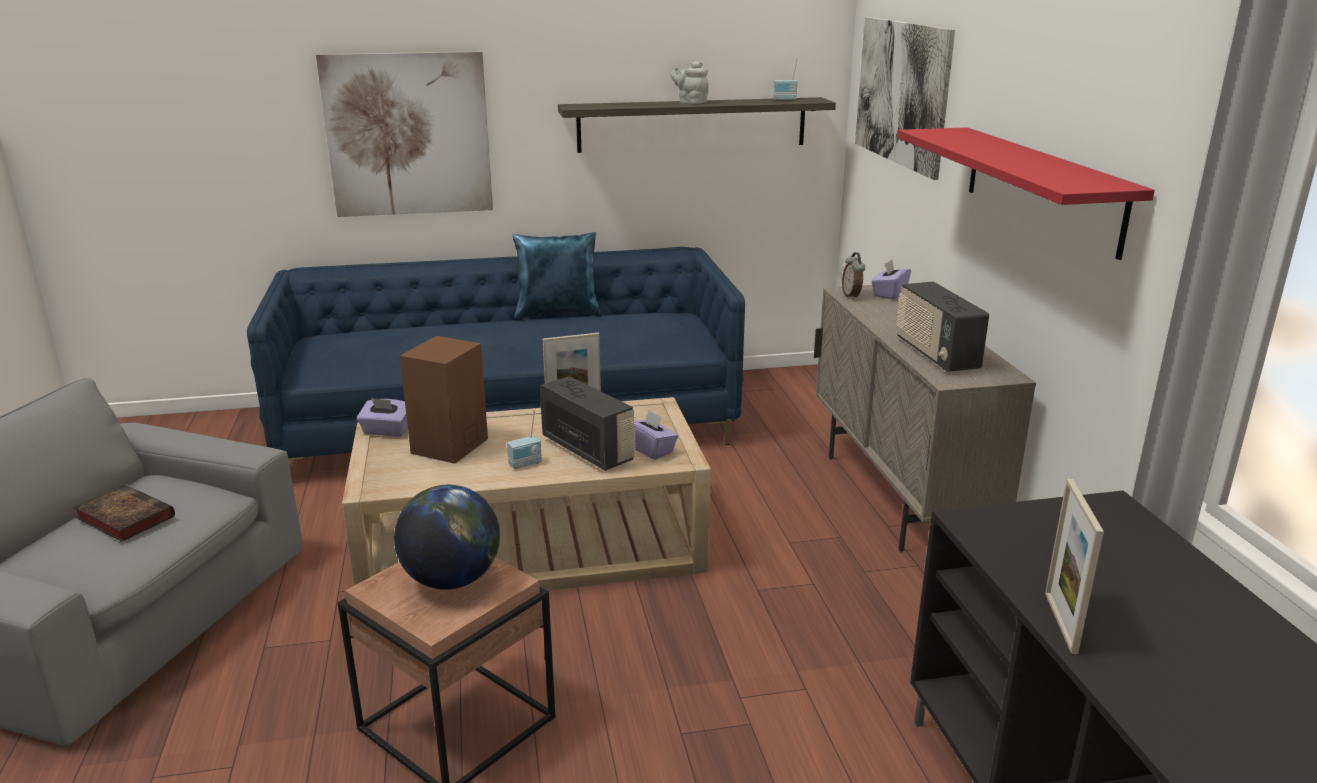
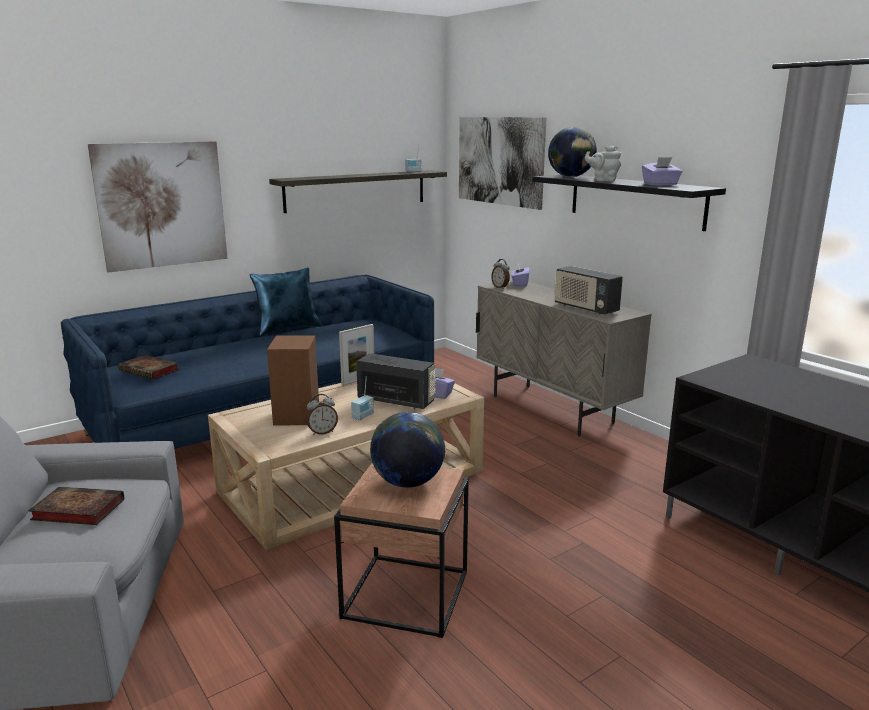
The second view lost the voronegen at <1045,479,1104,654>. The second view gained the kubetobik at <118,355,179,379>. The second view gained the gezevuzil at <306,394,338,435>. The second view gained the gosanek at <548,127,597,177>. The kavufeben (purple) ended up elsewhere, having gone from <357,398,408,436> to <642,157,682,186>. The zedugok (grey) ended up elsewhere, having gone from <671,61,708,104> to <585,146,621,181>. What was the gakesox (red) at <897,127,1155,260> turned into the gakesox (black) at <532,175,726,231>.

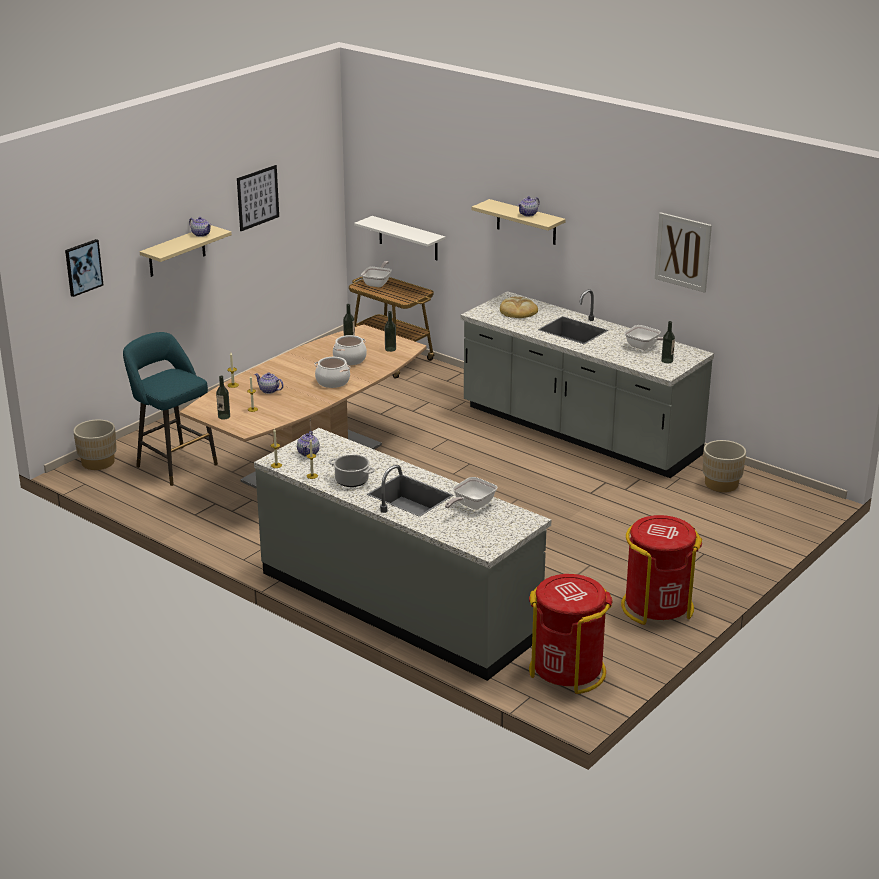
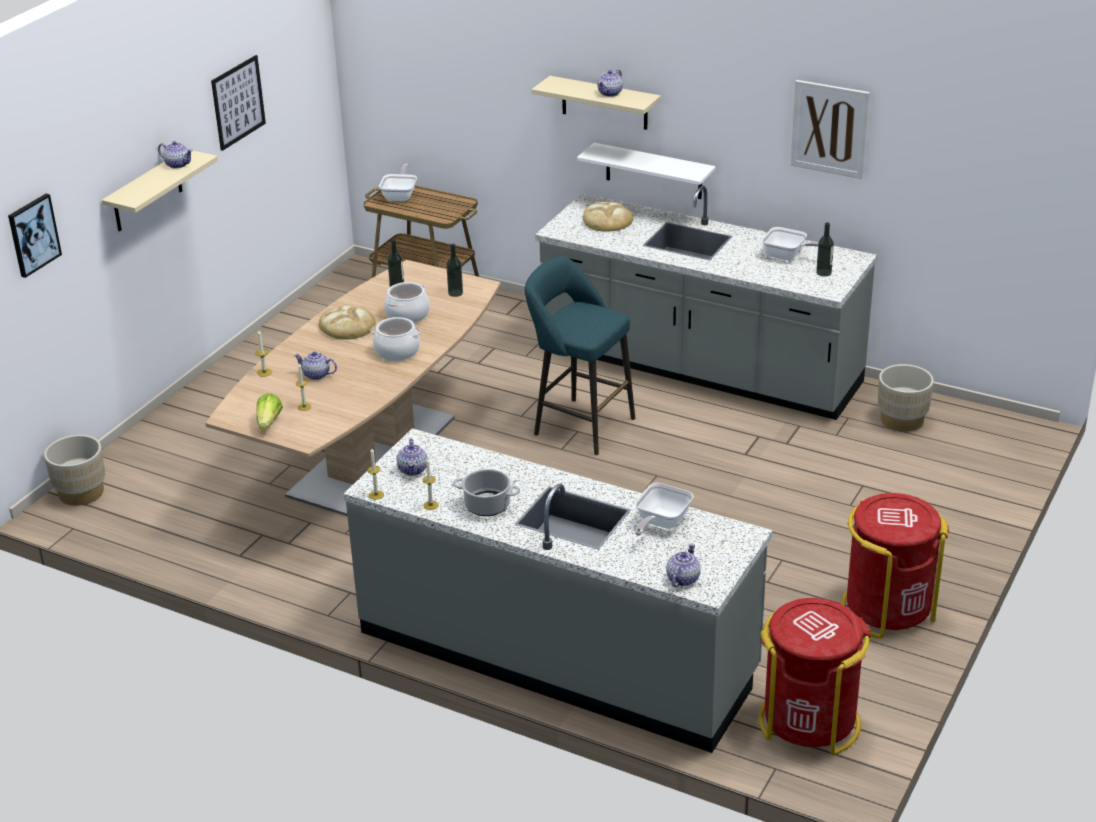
The second view gained the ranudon at <318,306,376,340>. The second view gained the zedugok at <666,544,701,587>. The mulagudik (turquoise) ended up elsewhere, having gone from <123,332,218,486> to <525,257,635,455>. The gakesox (white) ended up elsewhere, having gone from <354,216,445,260> to <577,143,716,199>. Where the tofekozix stood at <216,376,230,420>, the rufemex came to stand at <257,393,283,431>.

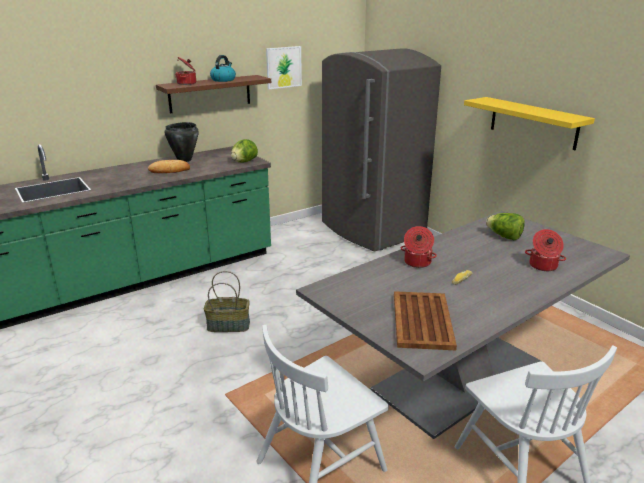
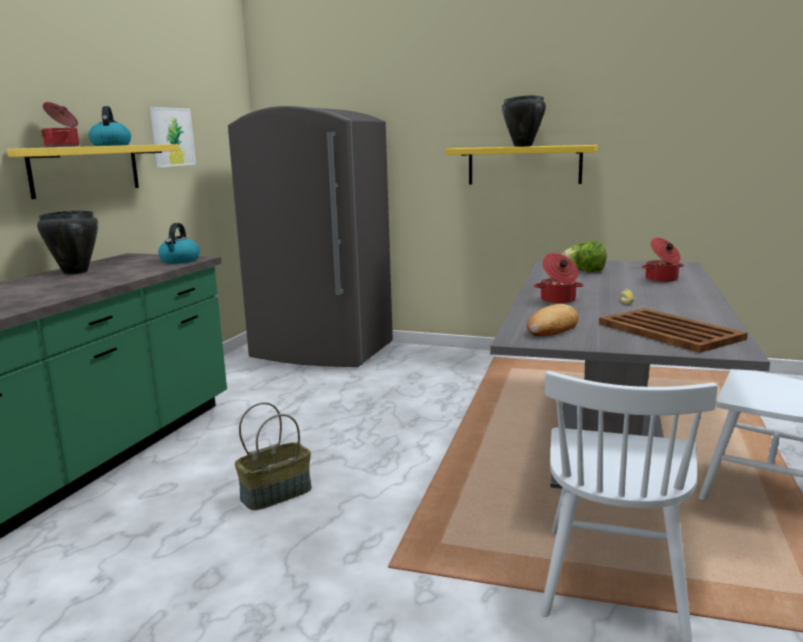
The second view gained the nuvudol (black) at <502,95,546,147>. The ranudon ended up elsewhere, having gone from <148,160,190,173> to <527,304,579,336>. Where the rufemex stood at <231,139,258,163>, the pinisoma came to stand at <158,223,200,264>. What was the gakesox (brown) at <156,75,271,113> turned into the gakesox (yellow) at <7,144,179,199>.

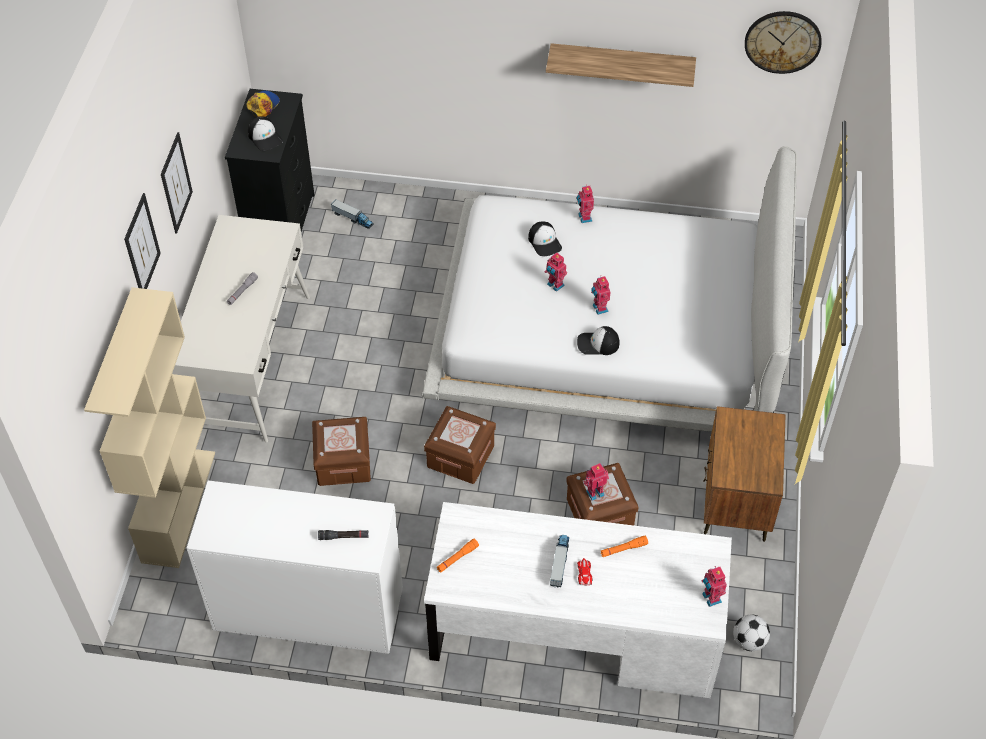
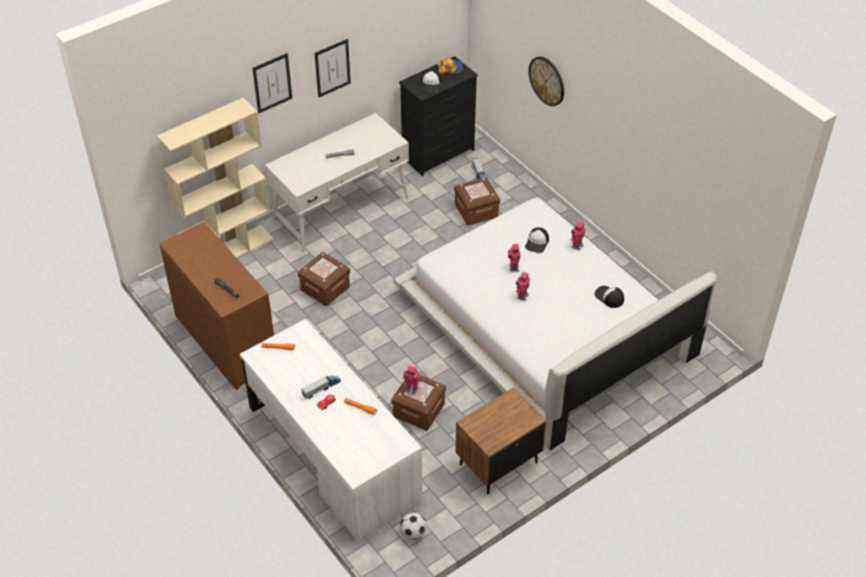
The second view lost the gakesox at <546,43,696,87>. The second view lost the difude at <702,566,727,607>. The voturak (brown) ended up elsewhere, having gone from <424,406,496,484> to <454,177,500,226>. The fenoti ended up elsewhere, having gone from <577,326,619,355> to <594,286,624,308>. The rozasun ended up elsewhere, having gone from <745,11,822,74> to <528,57,564,106>. What was the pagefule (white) at <187,480,403,654> turned into the pagefule (brown) at <159,222,274,390>.

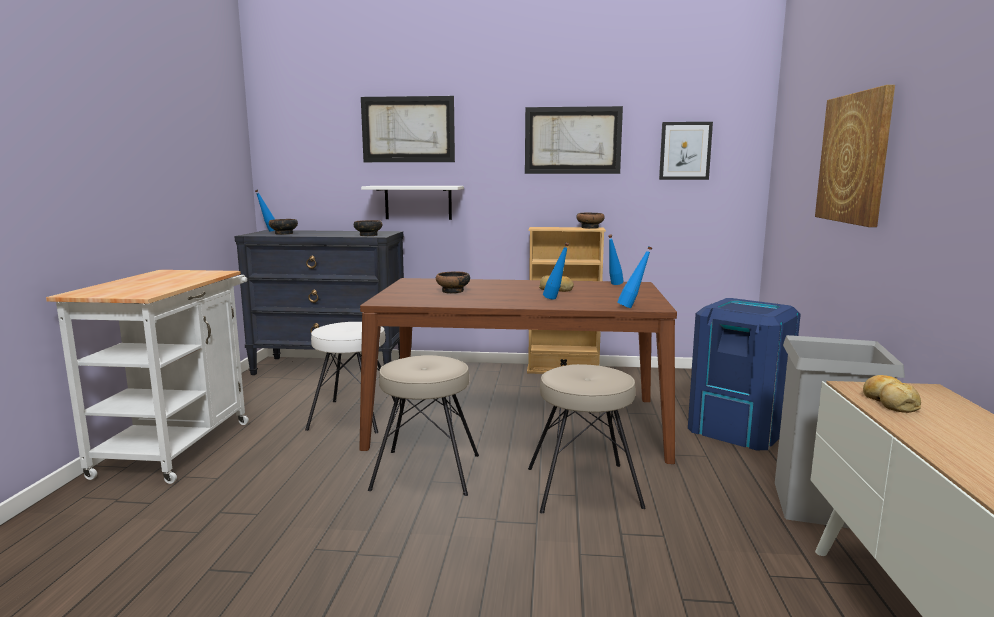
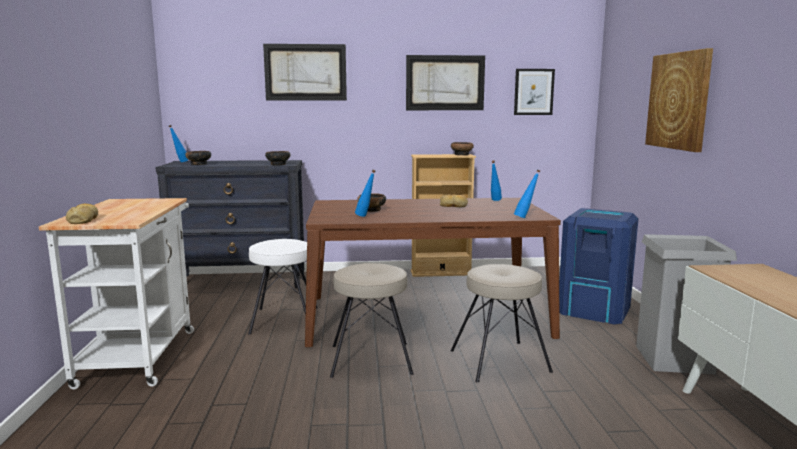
The second view lost the gakesox (white) at <361,186,464,220>. The tofekozix (blue) ended up elsewhere, having gone from <543,243,569,300> to <355,170,375,217>. The ranudon ended up elsewhere, having gone from <863,375,921,413> to <66,204,98,224>.

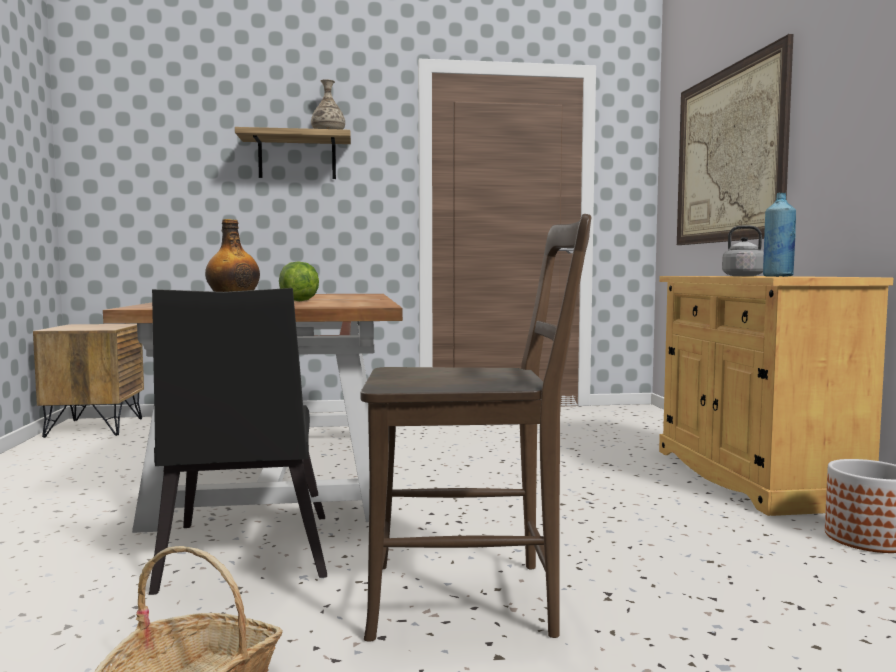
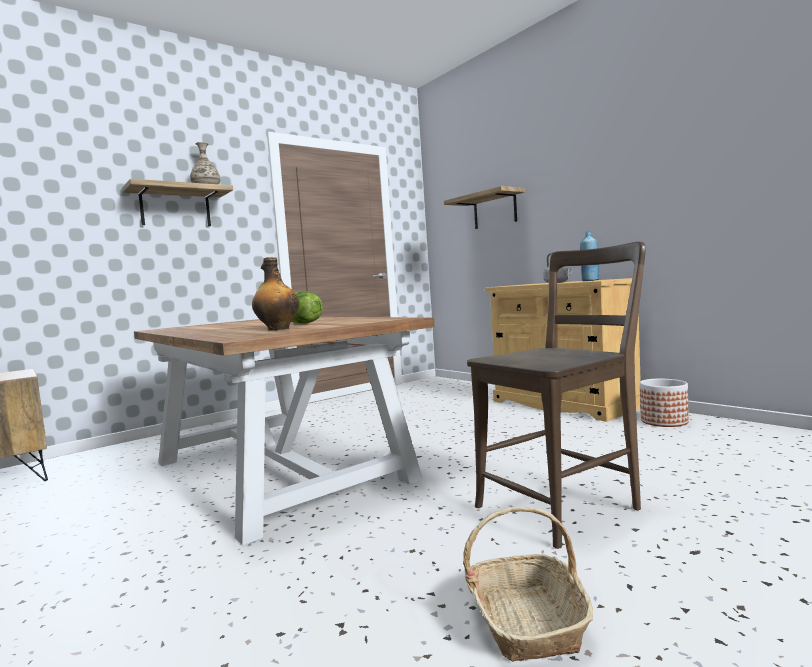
The second view lost the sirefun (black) at <149,288,327,595>. Where the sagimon hung at <677,34,793,245>, the gakesox came to hang at <444,186,525,229>.

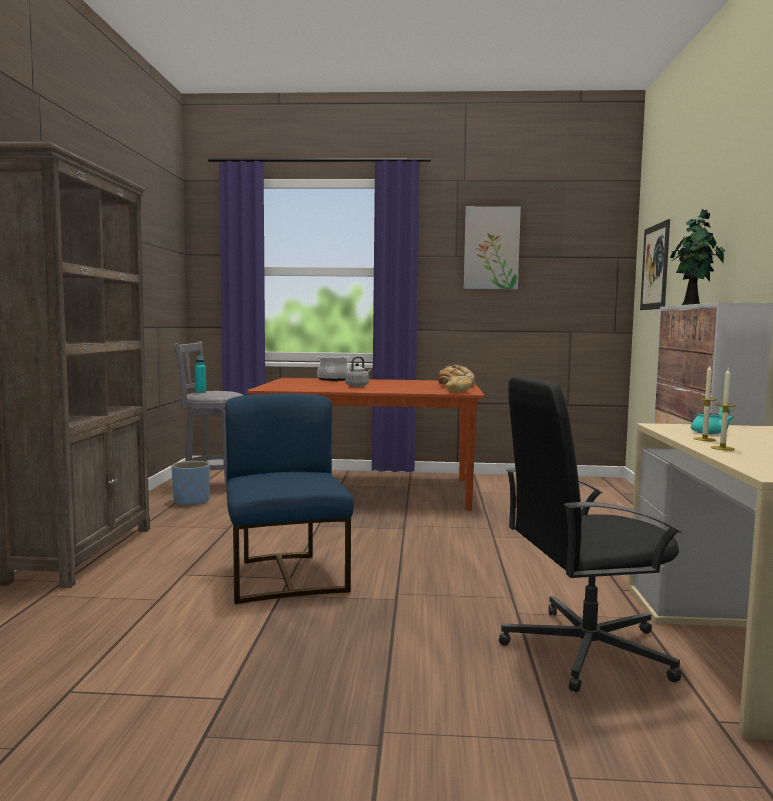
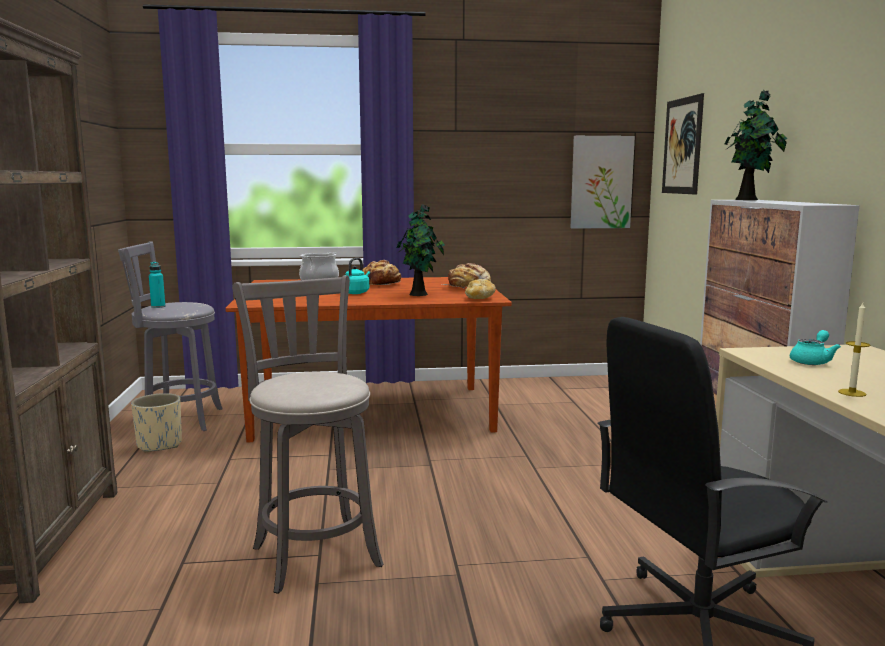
The second view lost the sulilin at <694,366,717,441>. The second view gained the ranudon at <363,260,401,285>. The second view gained the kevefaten at <397,204,445,296>. The sagimon ended up elsewhere, having gone from <464,206,521,289> to <571,136,635,229>. Where the sirefun (blue) stood at <225,394,354,604>, the mulagudik (grey) came to stand at <232,275,384,594>. What was the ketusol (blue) at <172,461,210,506> turned into the ketusol (beige) at <131,393,182,452>. What was the pinisoma (grey) at <345,356,371,387> turned into the pinisoma (turquoise) at <345,258,370,294>.

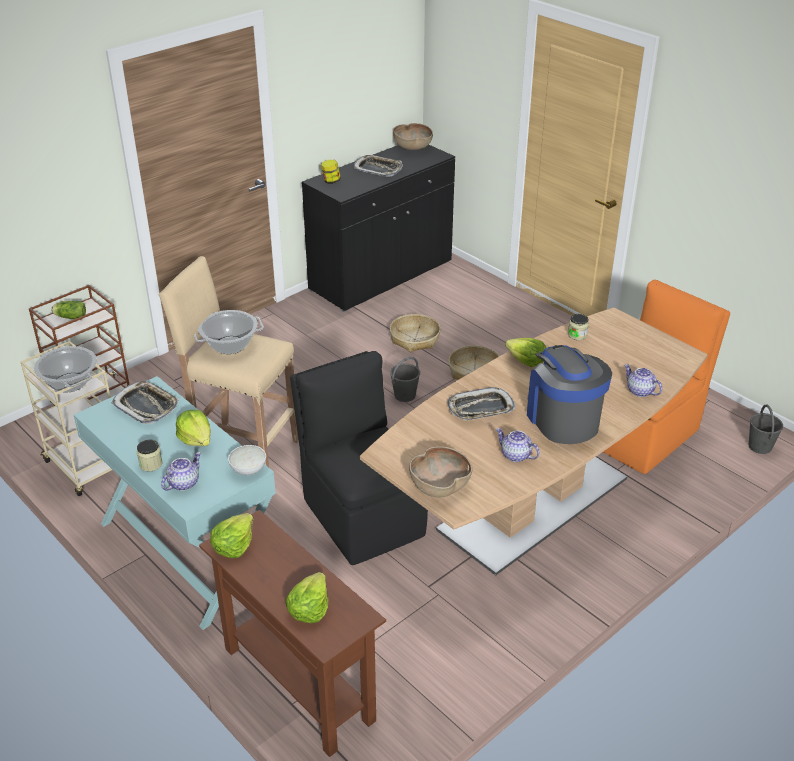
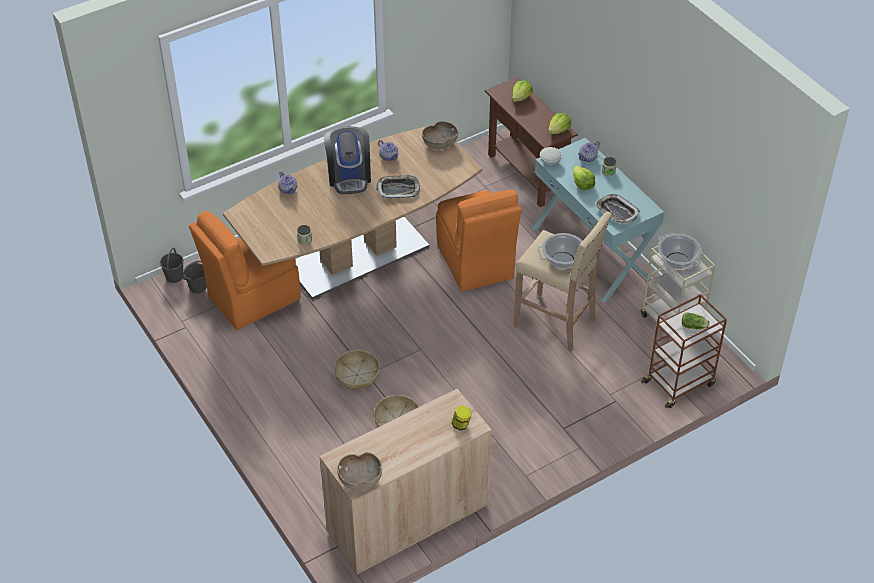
The second view lost the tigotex at <354,155,403,177>. The second view lost the rufemex at <505,338,546,367>. The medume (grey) ended up elsewhere, having gone from <390,357,420,402> to <183,260,207,293>. What was the sirefun (black) at <290,351,428,565> turned into the sirefun (orange) at <436,190,521,291>. What was the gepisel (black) at <302,145,455,312> turned into the gepisel (beige) at <320,389,492,575>.

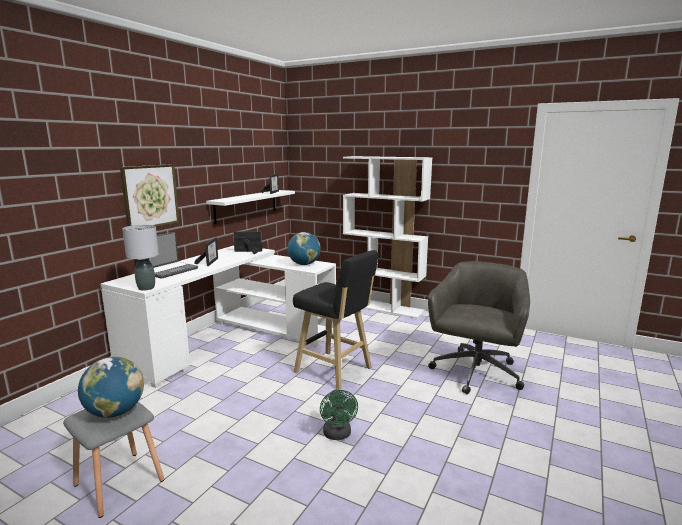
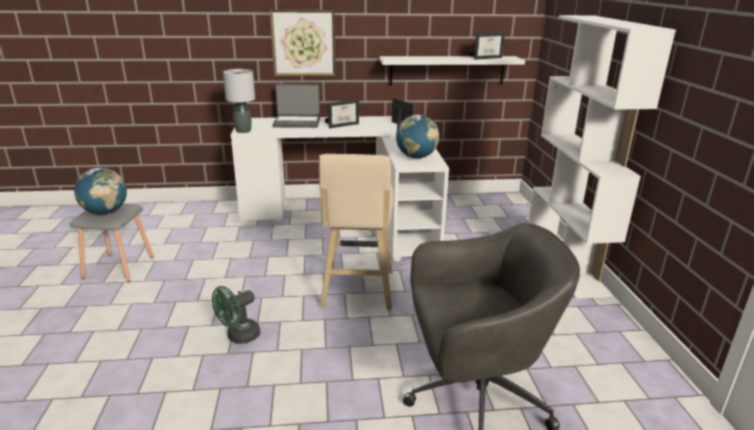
What was the mulagudik (black) at <293,250,379,390> turned into the mulagudik (beige) at <319,154,393,310>.

